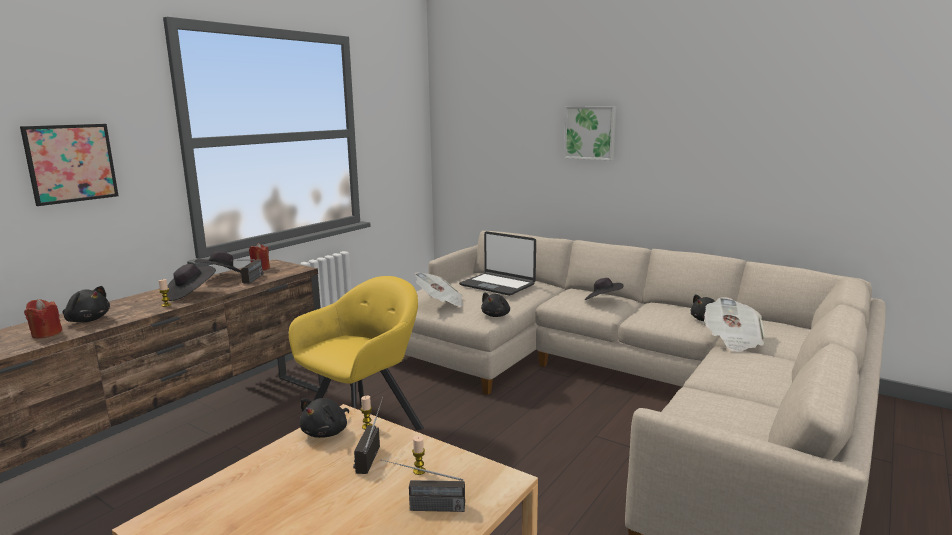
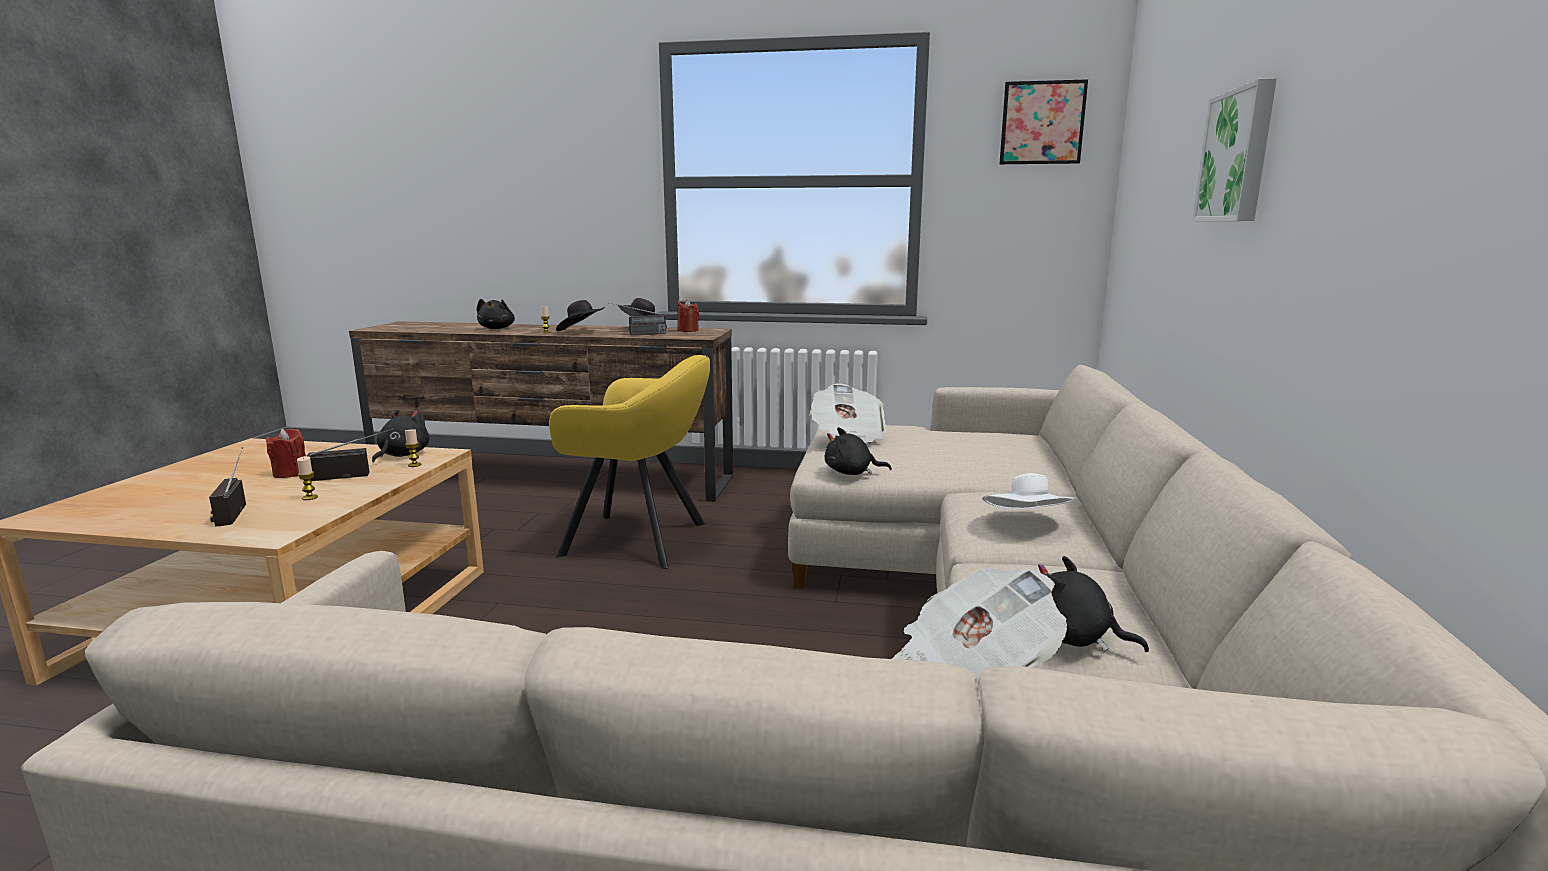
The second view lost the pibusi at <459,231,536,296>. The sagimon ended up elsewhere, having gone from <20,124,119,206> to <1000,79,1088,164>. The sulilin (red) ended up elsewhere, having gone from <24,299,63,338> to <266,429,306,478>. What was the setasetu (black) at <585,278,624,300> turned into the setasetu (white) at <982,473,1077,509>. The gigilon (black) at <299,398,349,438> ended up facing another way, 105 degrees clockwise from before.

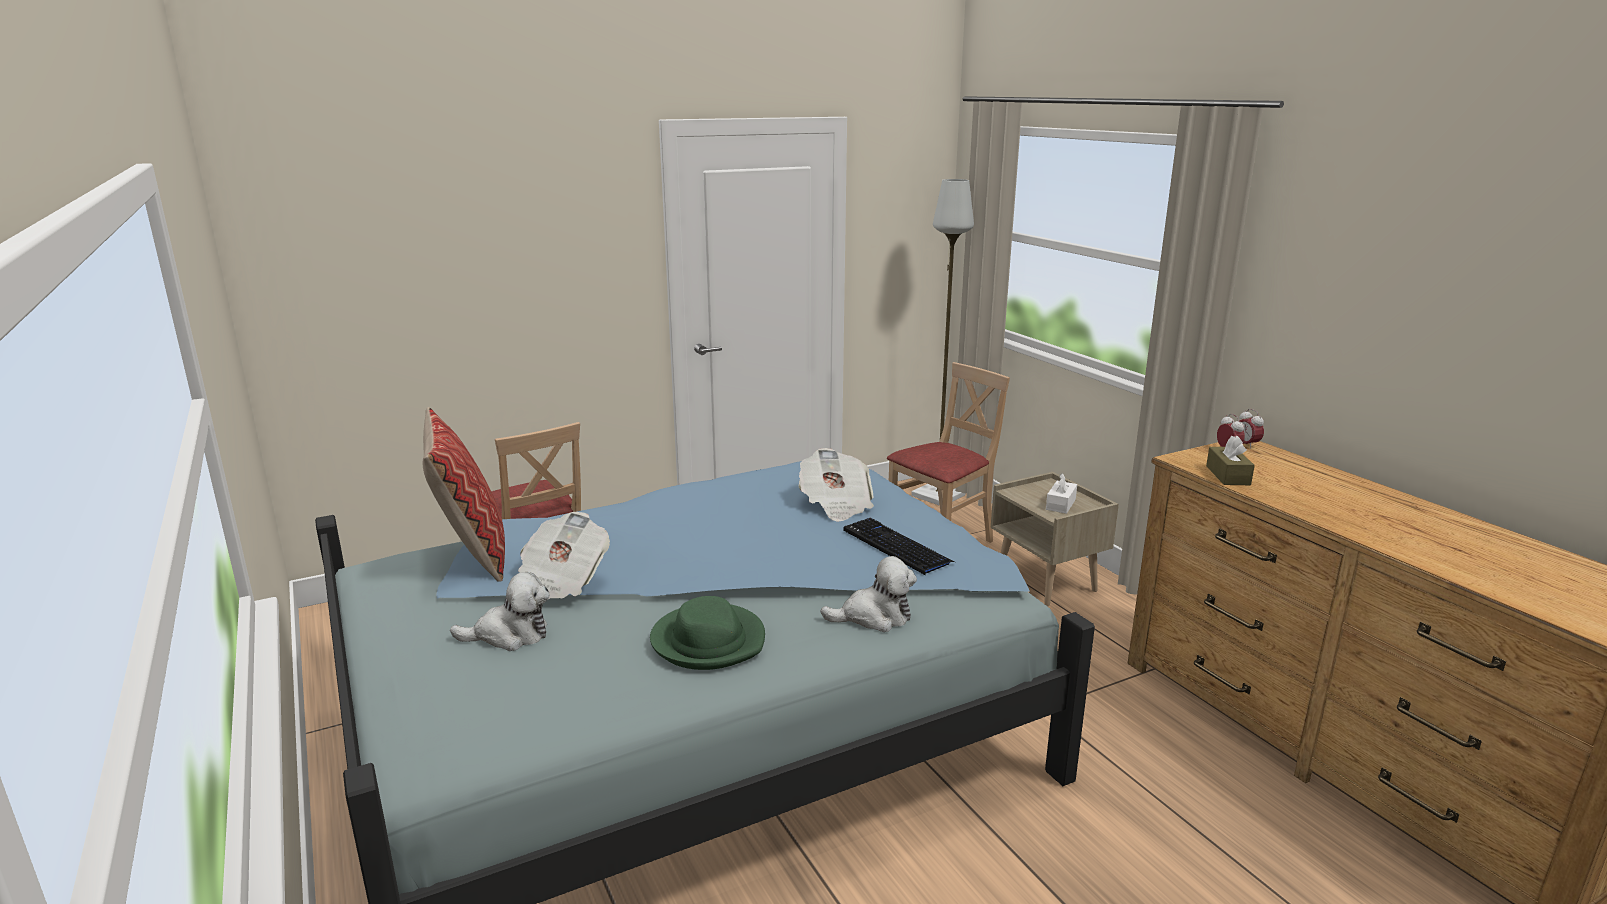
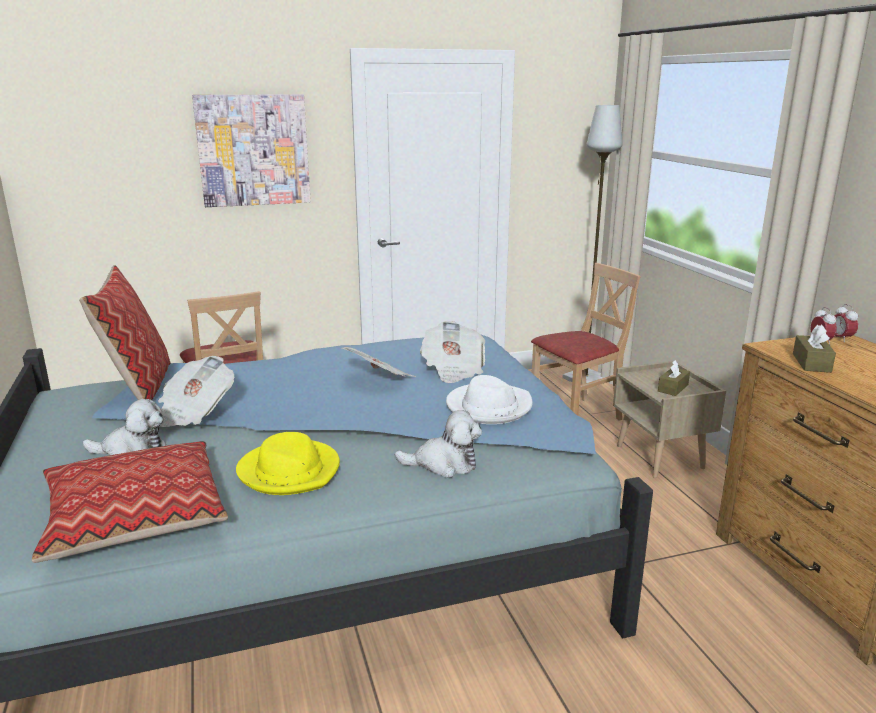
The second view gained the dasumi at <32,441,228,563>. The second view gained the sagimon at <192,94,311,207>. The second view gained the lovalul at <342,347,416,377>. Where the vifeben stood at <843,518,954,575>, the setasetu (white) came to stand at <446,375,533,424>. What was the setasetu (green) at <650,596,765,670> turned into the setasetu (yellow) at <236,432,340,495>. What was the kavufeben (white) at <1046,473,1077,514> turned into the kavufeben (brown) at <658,360,690,396>.

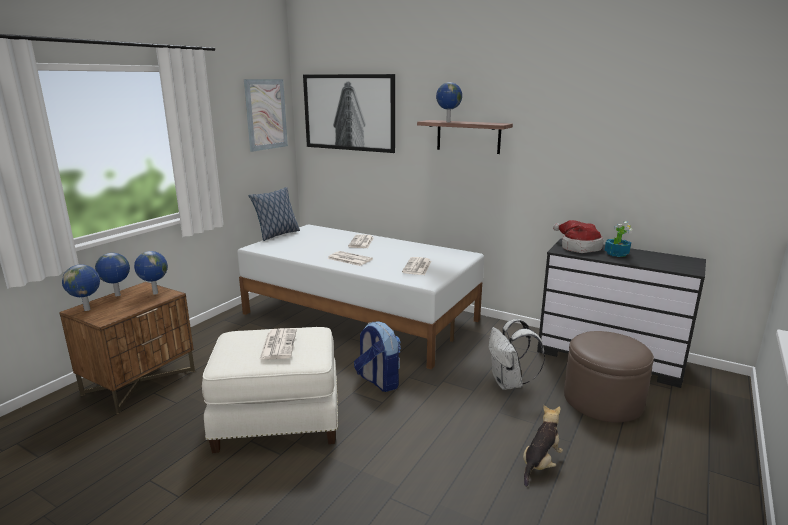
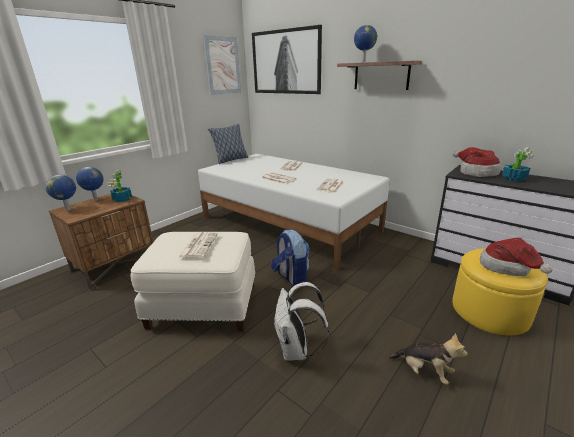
The second view gained the setasetu at <480,237,553,276>. The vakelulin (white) ended up elsewhere, having gone from <489,319,545,390> to <274,282,330,360>. Where the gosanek stood at <134,251,168,294>, the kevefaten came to stand at <108,170,132,202>. What was the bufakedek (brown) at <564,331,654,422> turned into the bufakedek (yellow) at <452,248,548,335>. The gigilon at <523,405,563,487> ended up facing another way, 75 degrees clockwise from before.

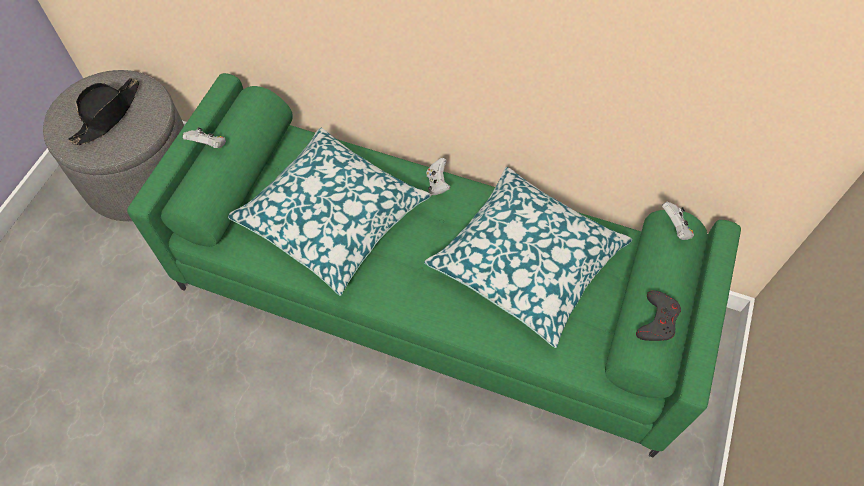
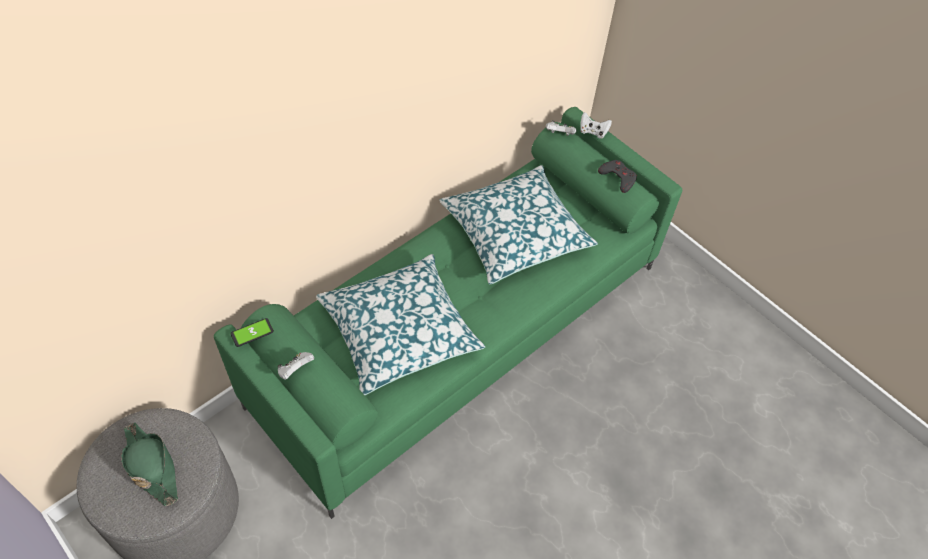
The second view gained the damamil at <231,318,274,347>. The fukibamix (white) ended up elsewhere, having gone from <426,158,451,195> to <580,112,612,139>. What was the setasetu (black) at <68,78,139,145> turned into the setasetu (green) at <121,423,178,506>.

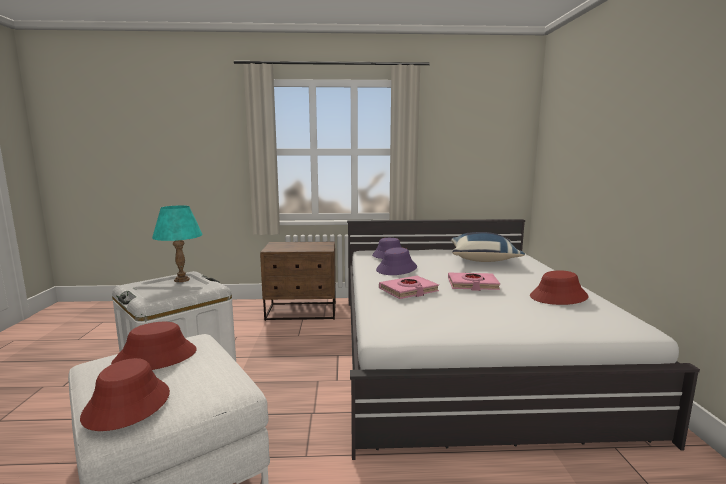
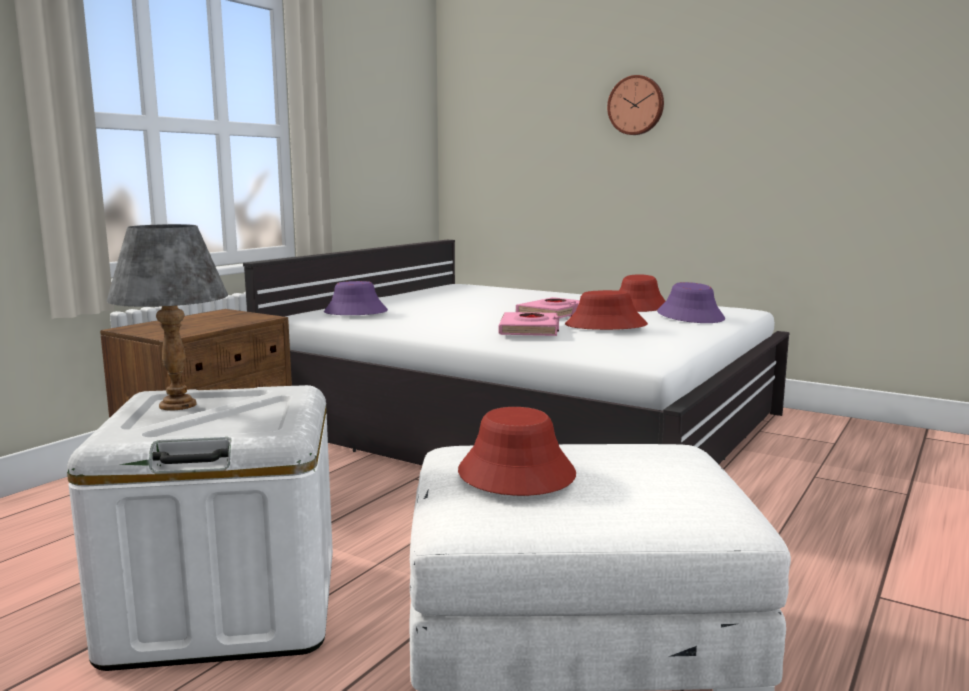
The second view lost the dasumi (blue) at <451,232,525,262>. The second view gained the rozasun at <607,75,664,135>. The setasetu (red) ended up elsewhere, having gone from <80,358,170,431> to <565,290,648,330>. The setasetu (purple) ended up elsewhere, having gone from <376,247,417,275> to <657,282,725,323>. What was the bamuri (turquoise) at <152,206,203,282> turned into the bamuri (grey) at <107,224,228,411>.

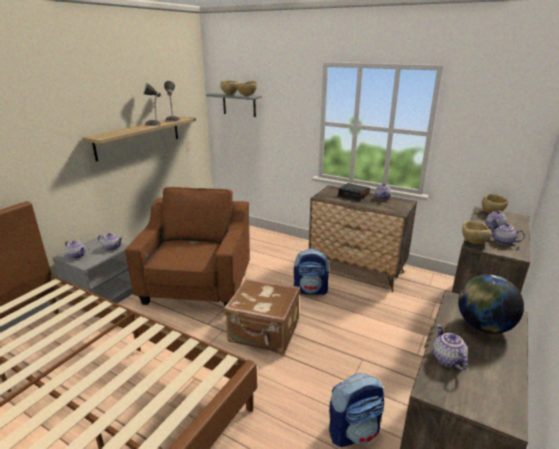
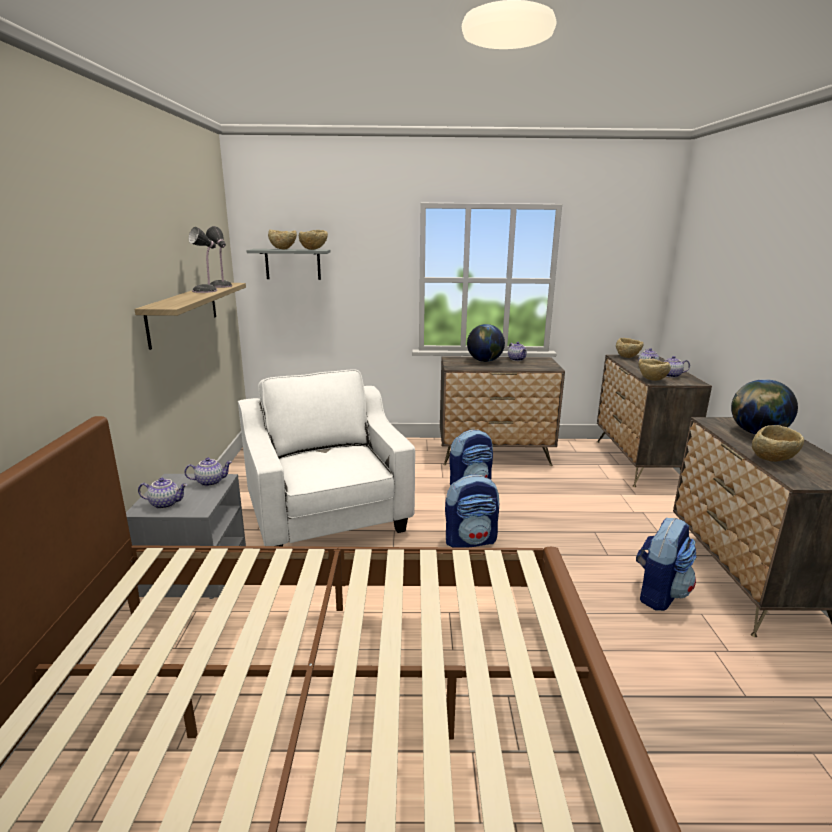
Where the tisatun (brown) stood at <224,278,300,354>, the vakelulin came to stand at <445,474,499,548>. Where the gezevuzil stood at <338,183,370,201>, the gosanek came to stand at <467,324,505,362>. Where the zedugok stood at <433,324,468,371>, the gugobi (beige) came to stand at <752,425,804,462>. What was the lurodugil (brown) at <125,187,250,306> turned into the lurodugil (white) at <238,369,415,546>.

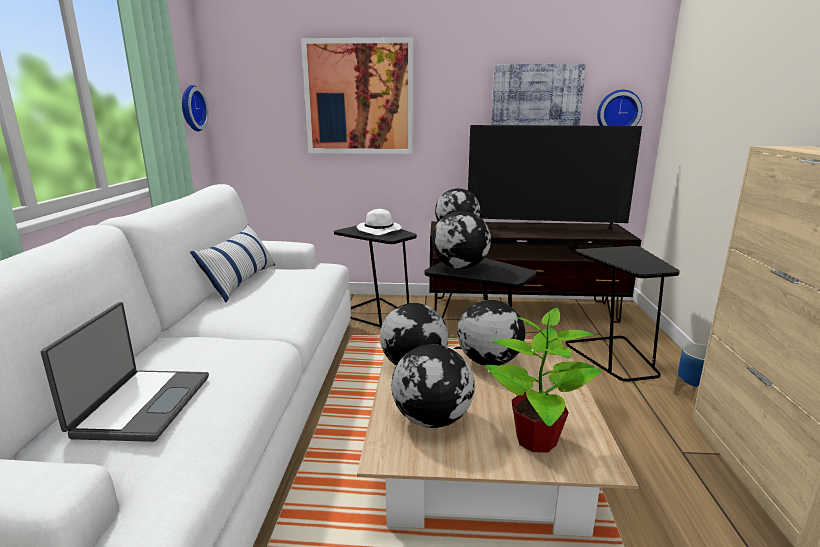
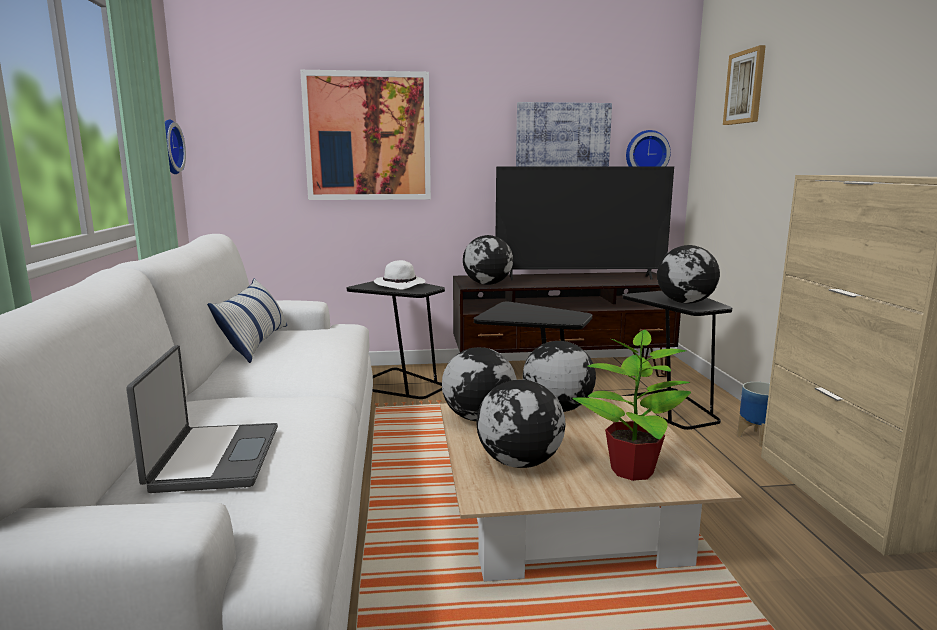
The second view gained the sagimon at <723,45,766,125>. The gosanek ended up elsewhere, having gone from <432,211,491,269> to <657,245,720,304>.

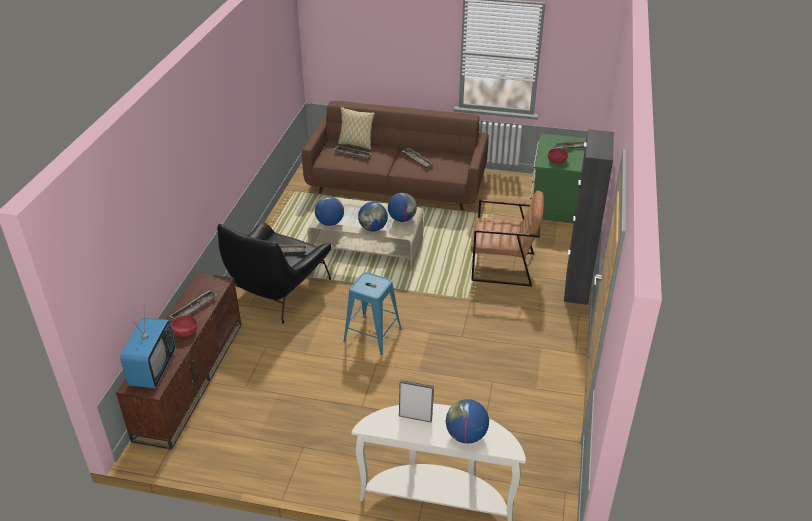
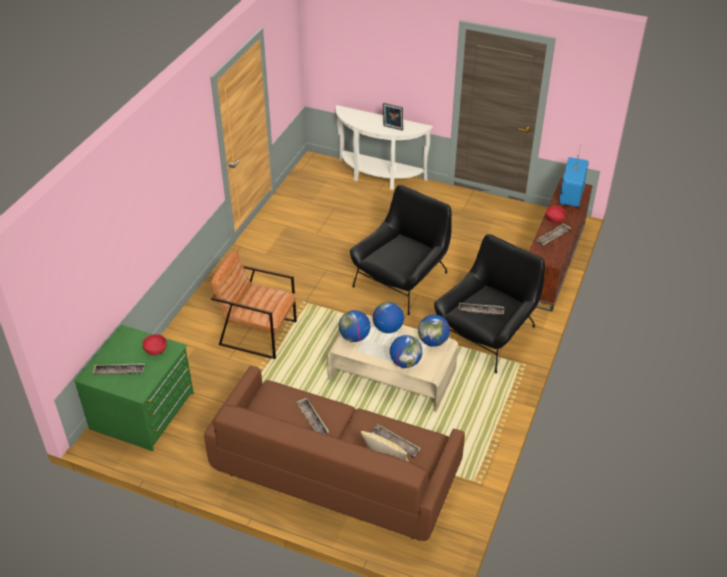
The second view lost the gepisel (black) at <564,129,614,305>. The gosanek ended up elsewhere, having gone from <446,399,489,444> to <390,335,422,368>. Where the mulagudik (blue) stood at <343,272,402,355>, the lurodugil (black) came to stand at <350,185,452,315>.

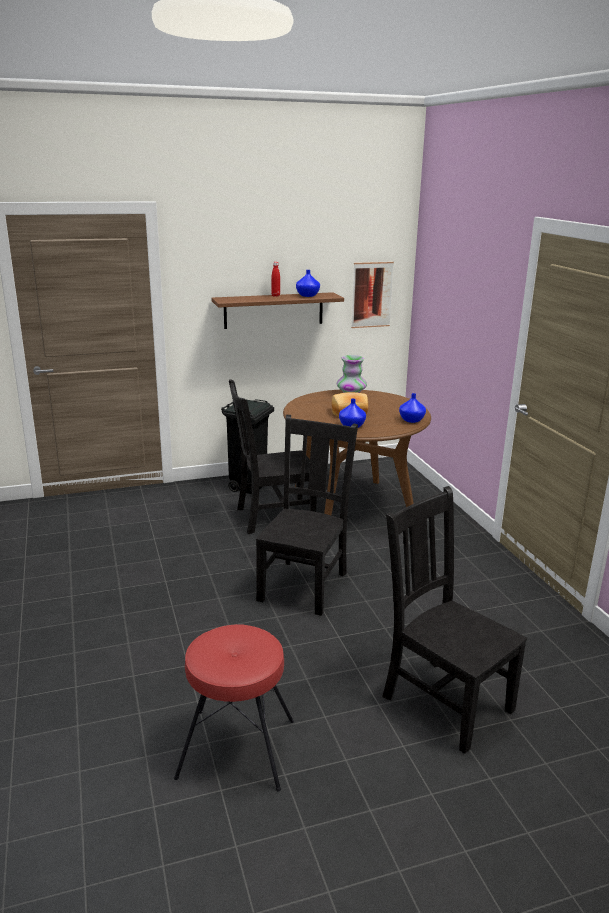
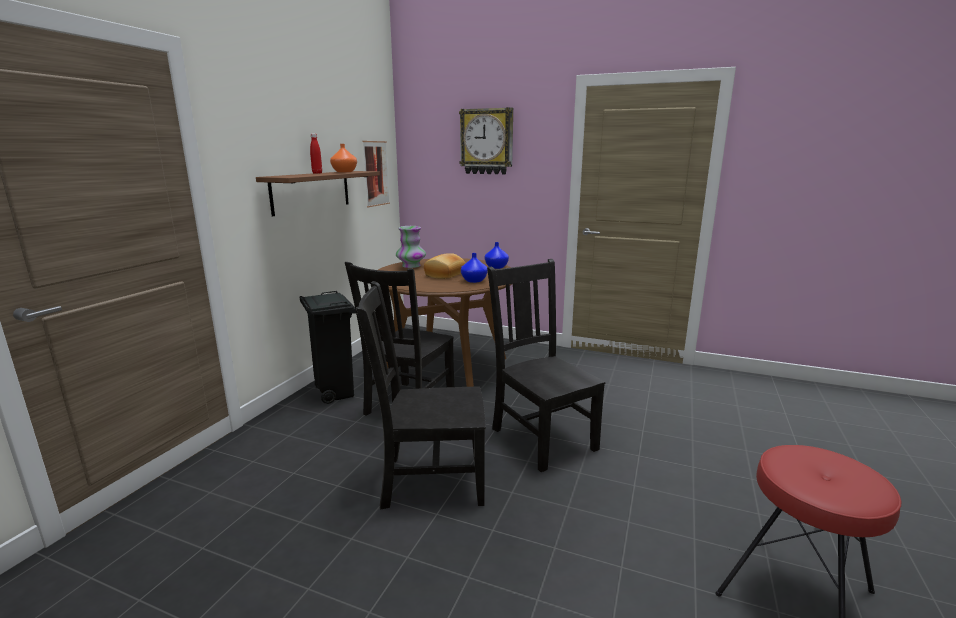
The second view gained the rozasun at <459,107,513,175>. The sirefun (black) ended up elsewhere, having gone from <382,486,527,754> to <356,281,486,510>. What was the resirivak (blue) at <296,270,320,297> turned into the resirivak (orange) at <330,144,357,172>.

